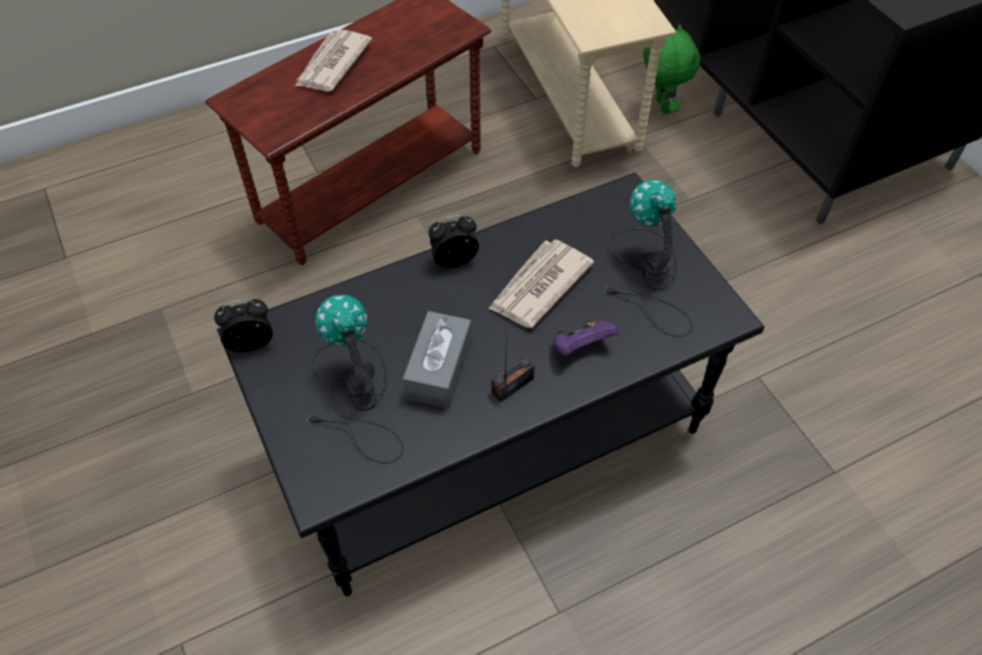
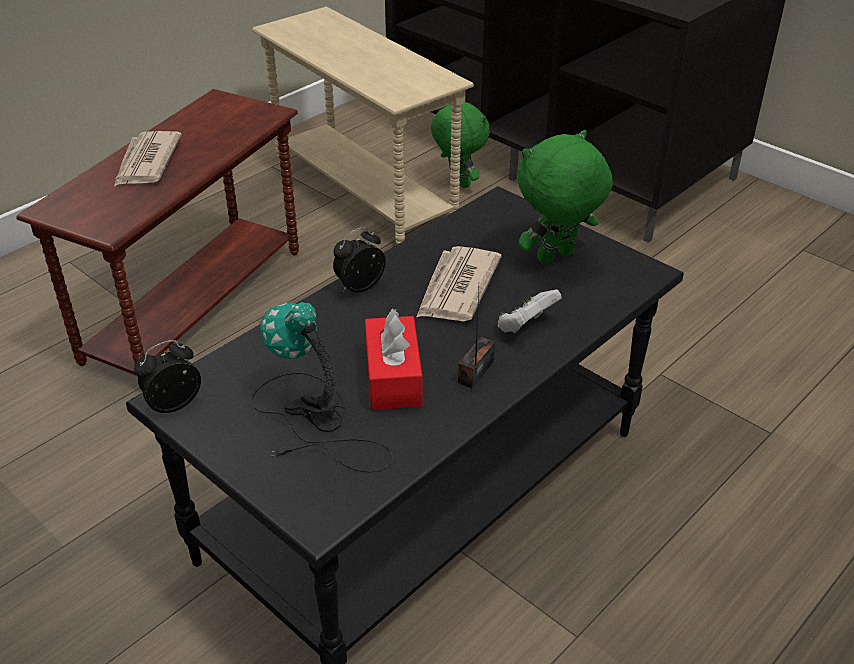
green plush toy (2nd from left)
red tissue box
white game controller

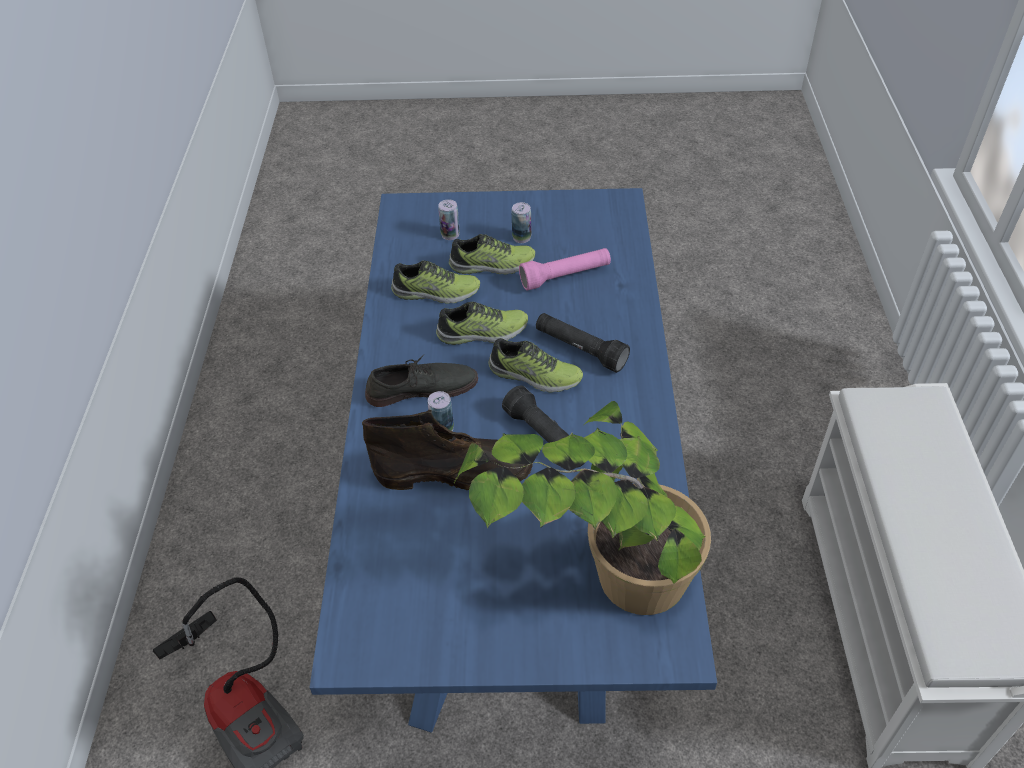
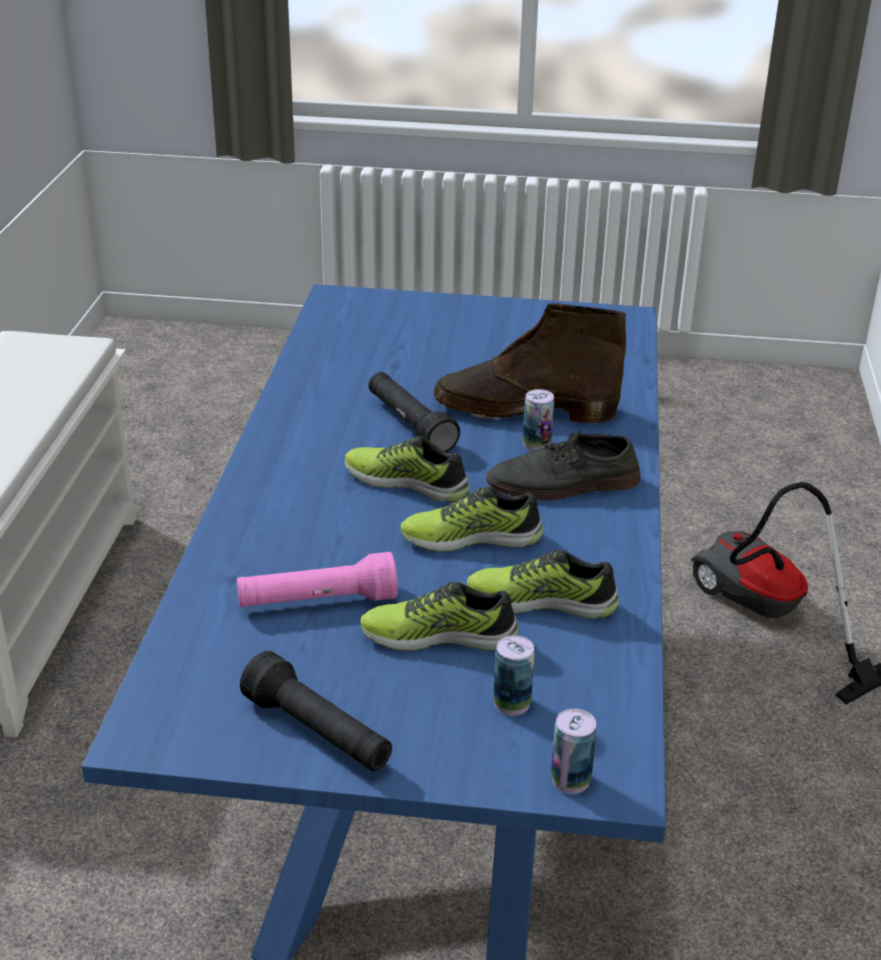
can (3rd from left)
black flashlight (1st from left)
potted plant

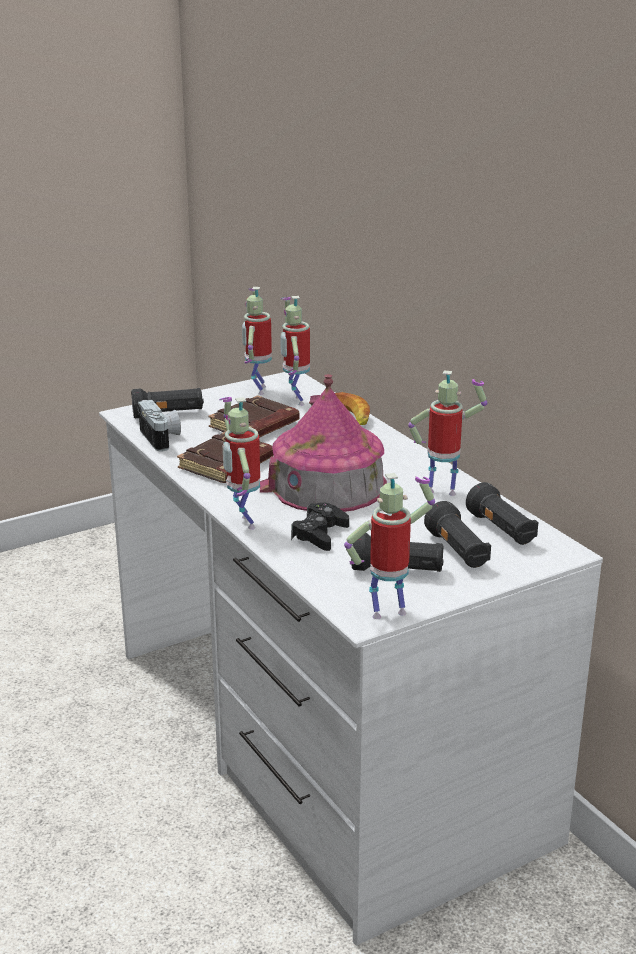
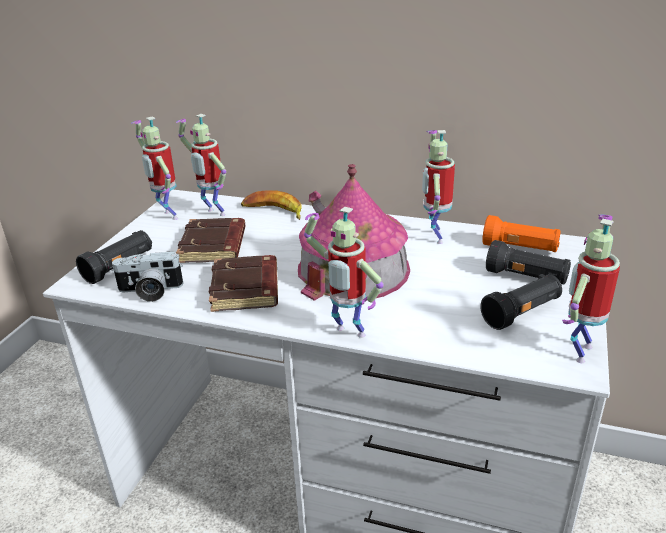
toy robot (4th from left)
photo camera
orange flashlight
black game controller

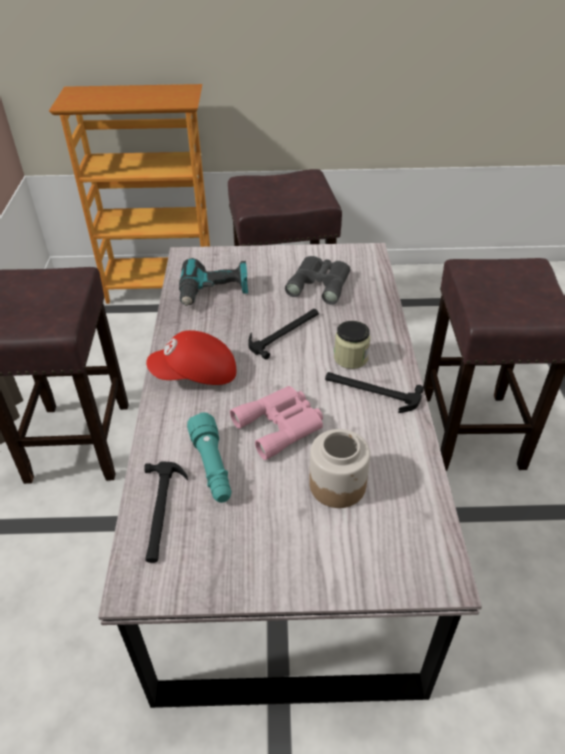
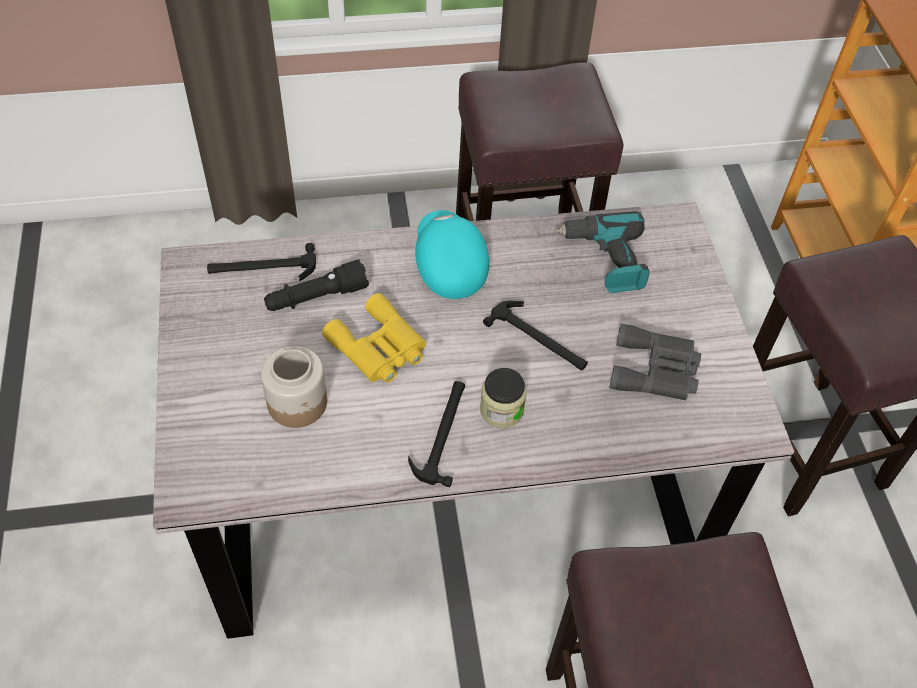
turquoise cap
yellow binoculars
black flashlight

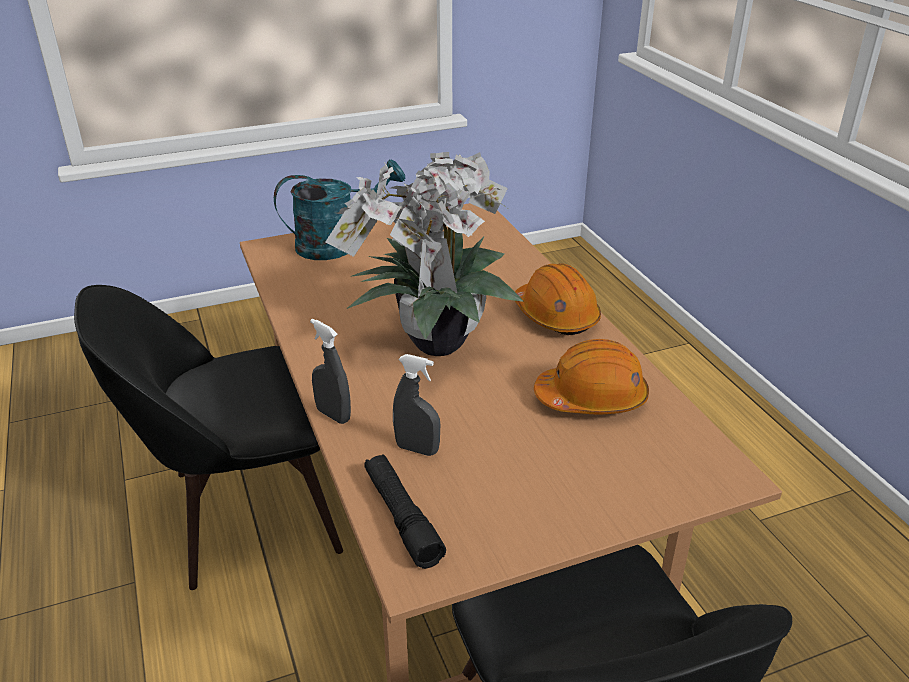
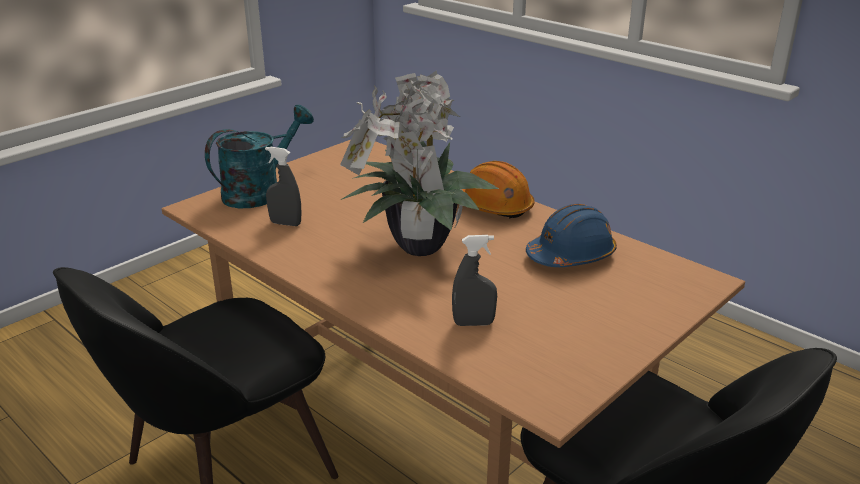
grey spray bottle (1st from left)
blue hard hat
black flashlight

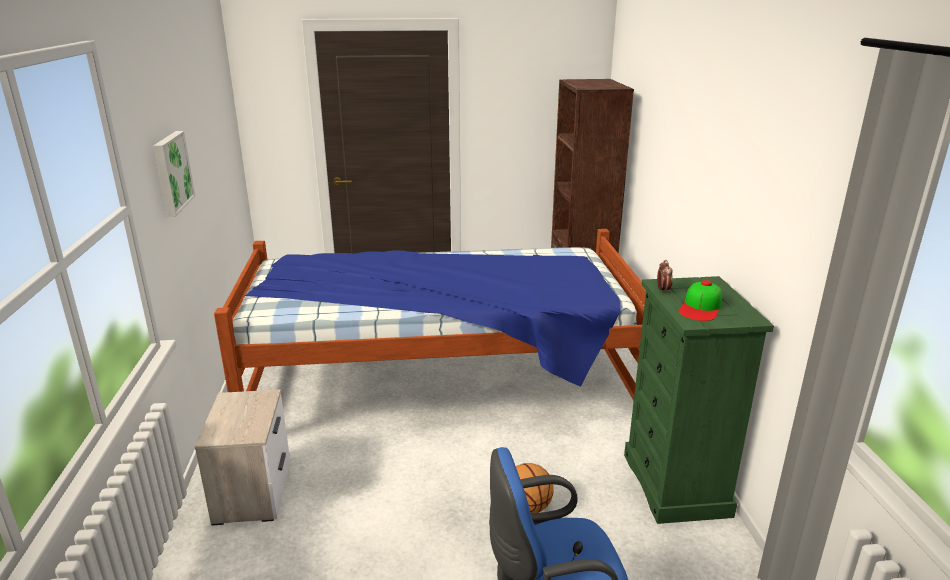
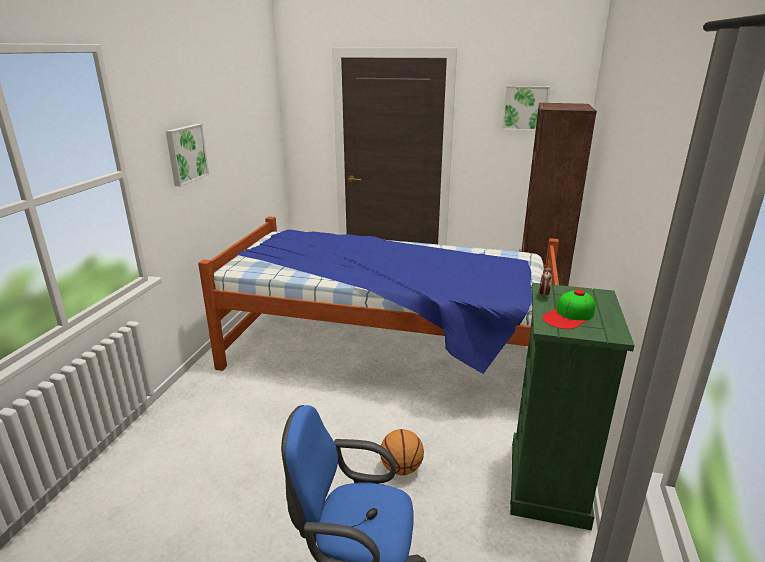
nightstand
picture (2nd from left)

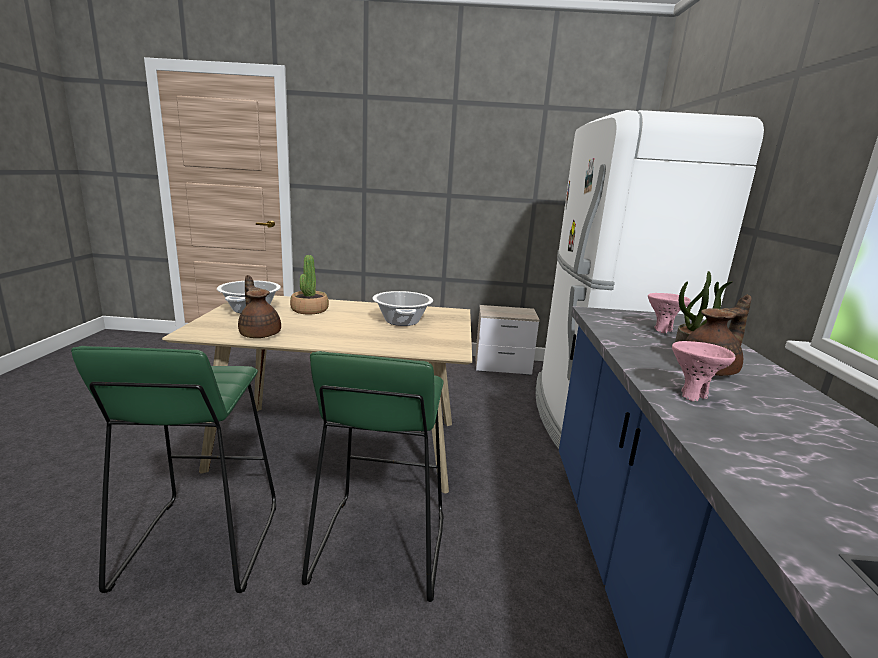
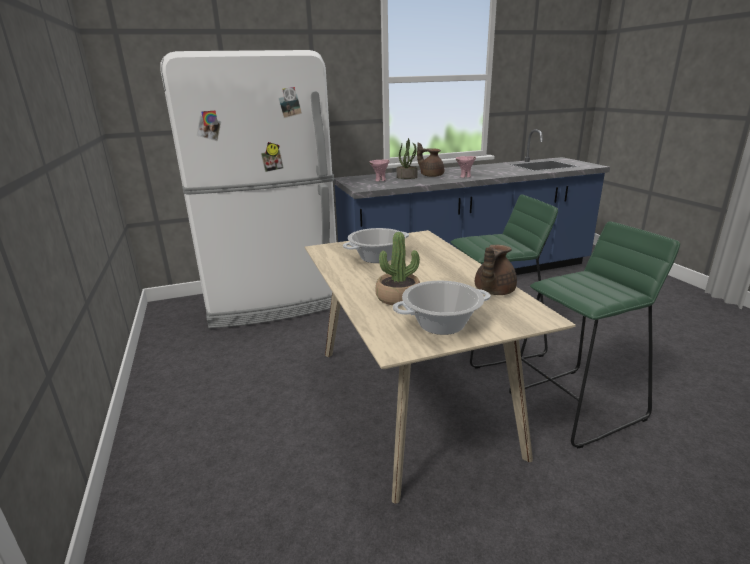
nightstand

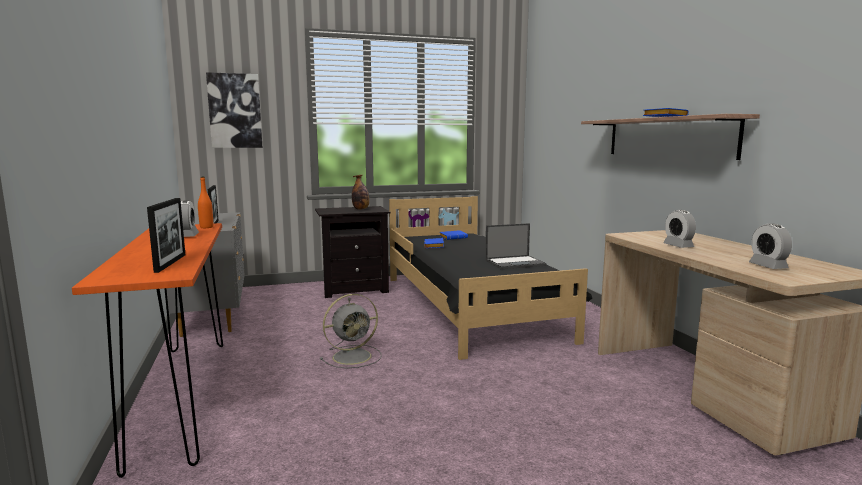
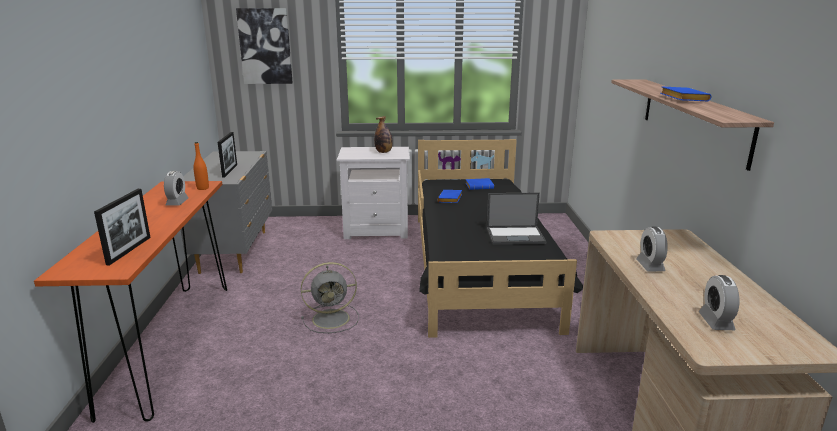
white nightstand

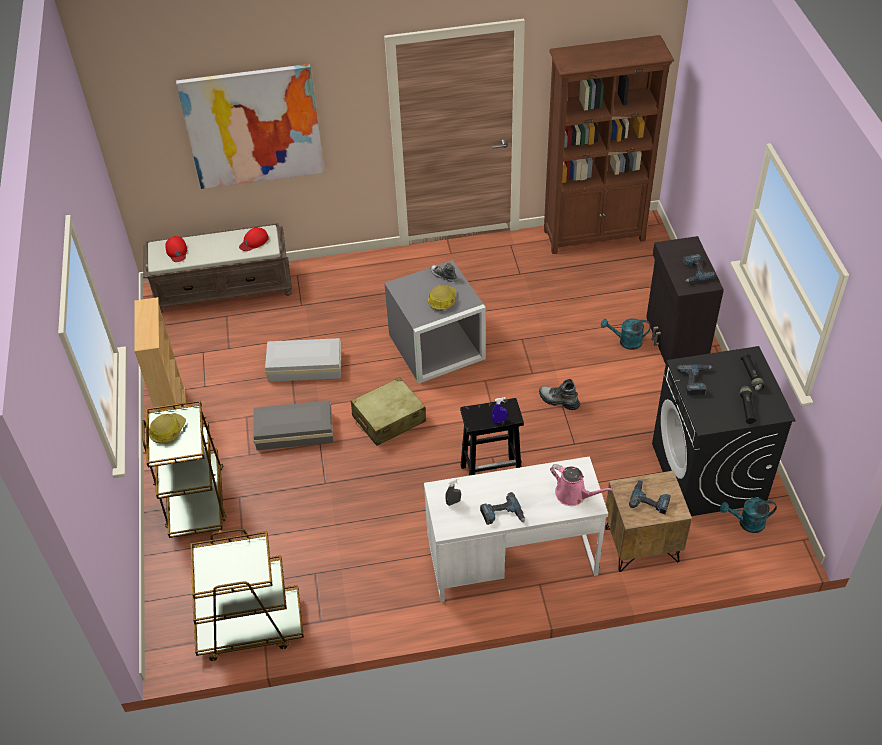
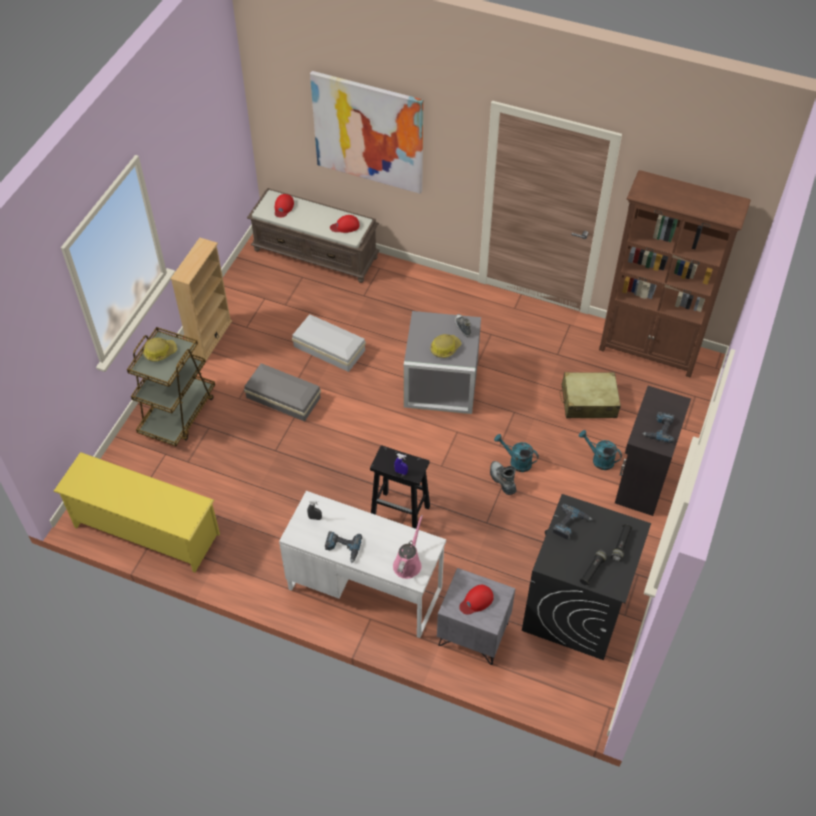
beige suitcase
pink watering can
grey nightstand
red cap (3rd from left)
turquoise watering can (1st from left)
yellow shoe rack

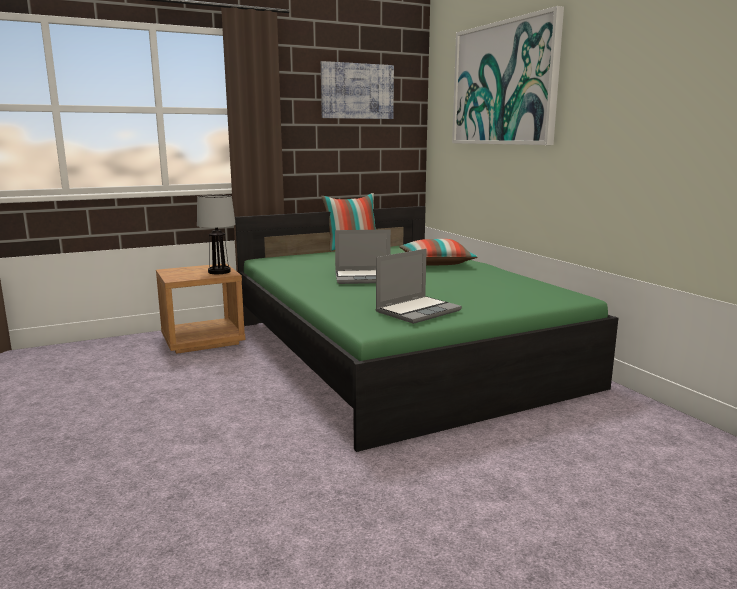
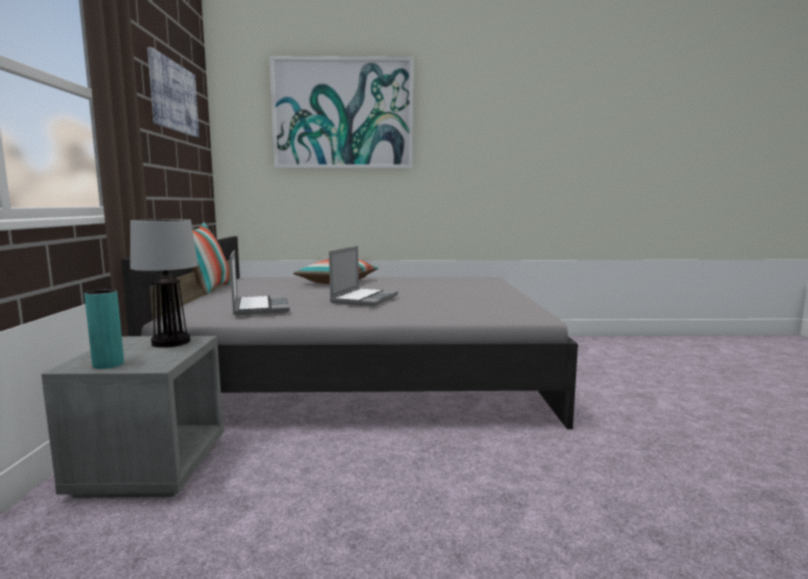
grey bed
laptop (1st from left)
grey nightstand
turquoise vase

